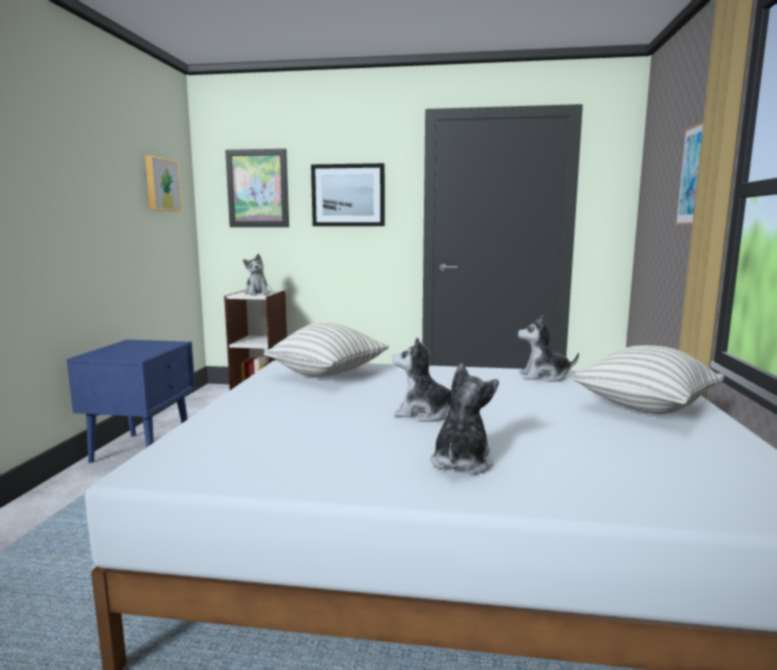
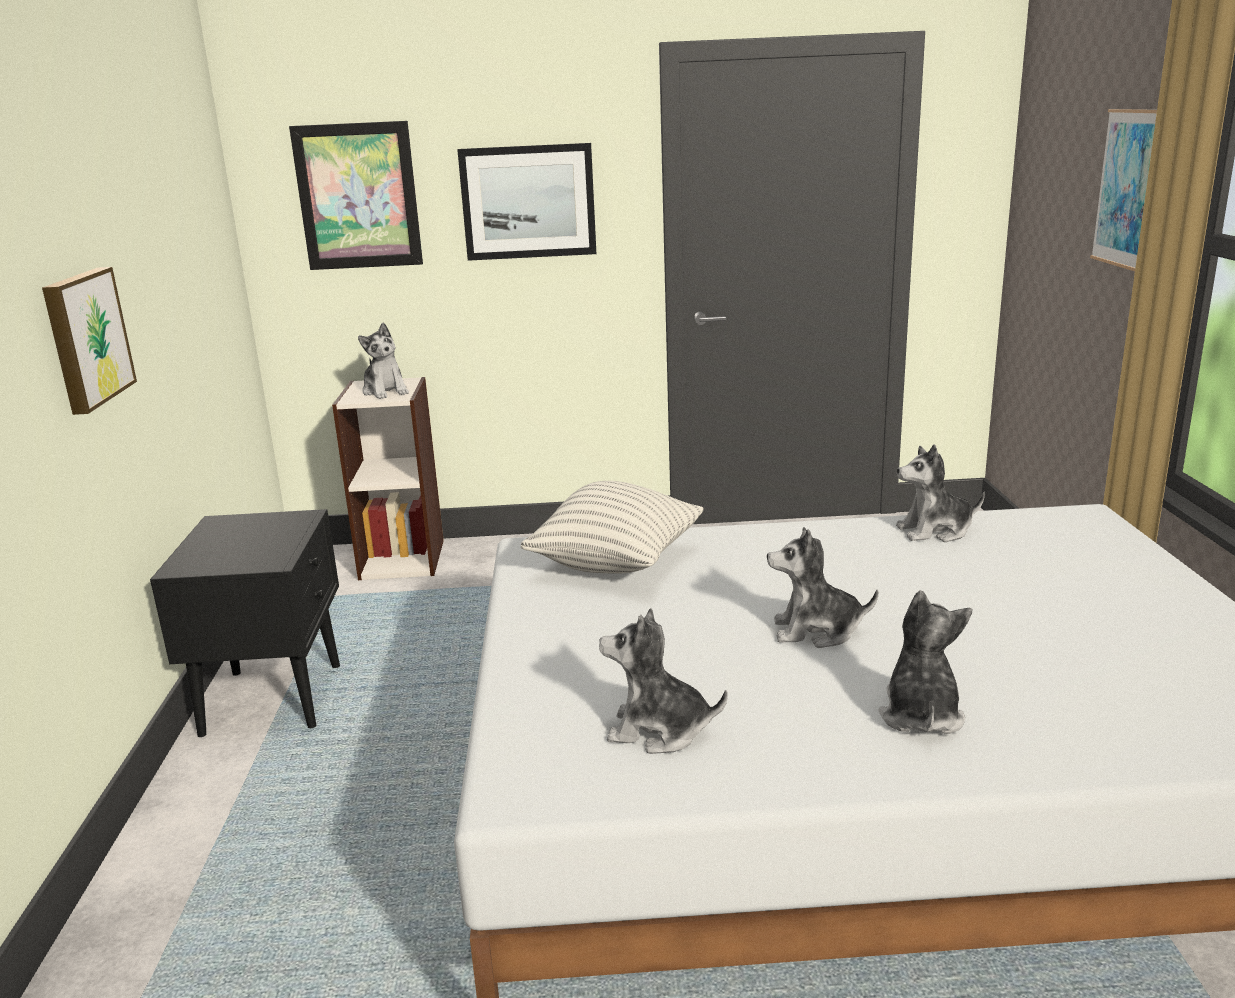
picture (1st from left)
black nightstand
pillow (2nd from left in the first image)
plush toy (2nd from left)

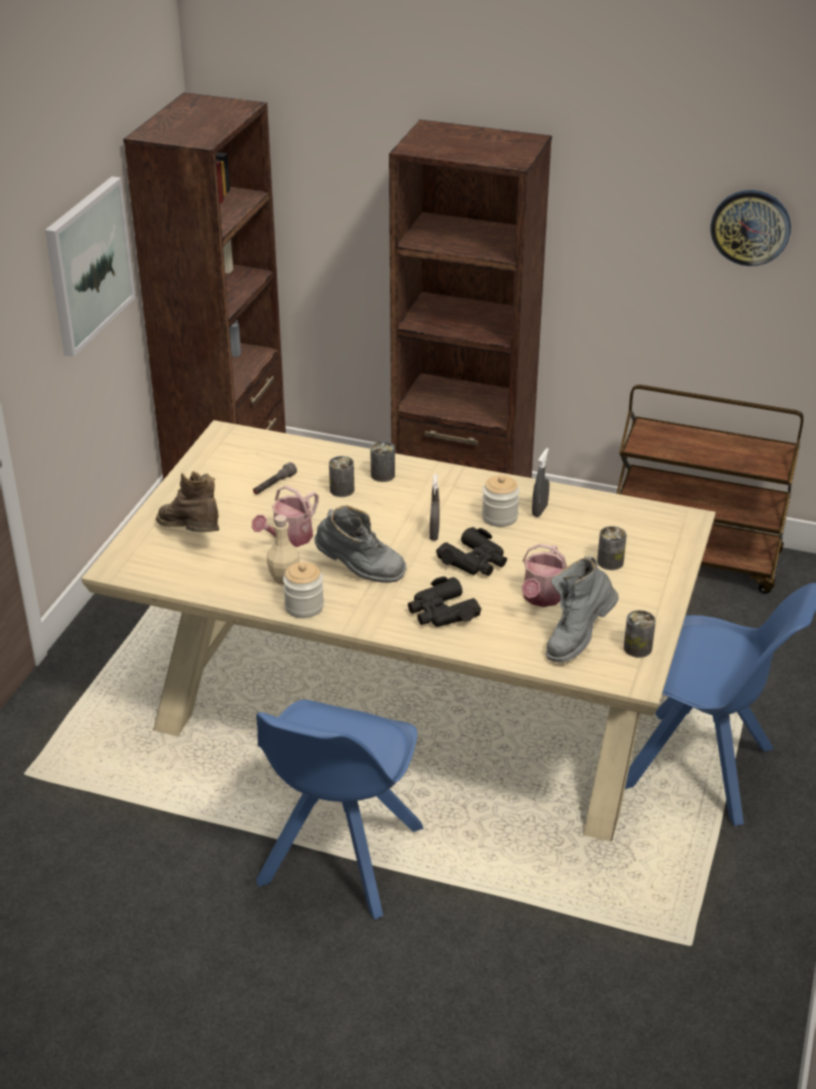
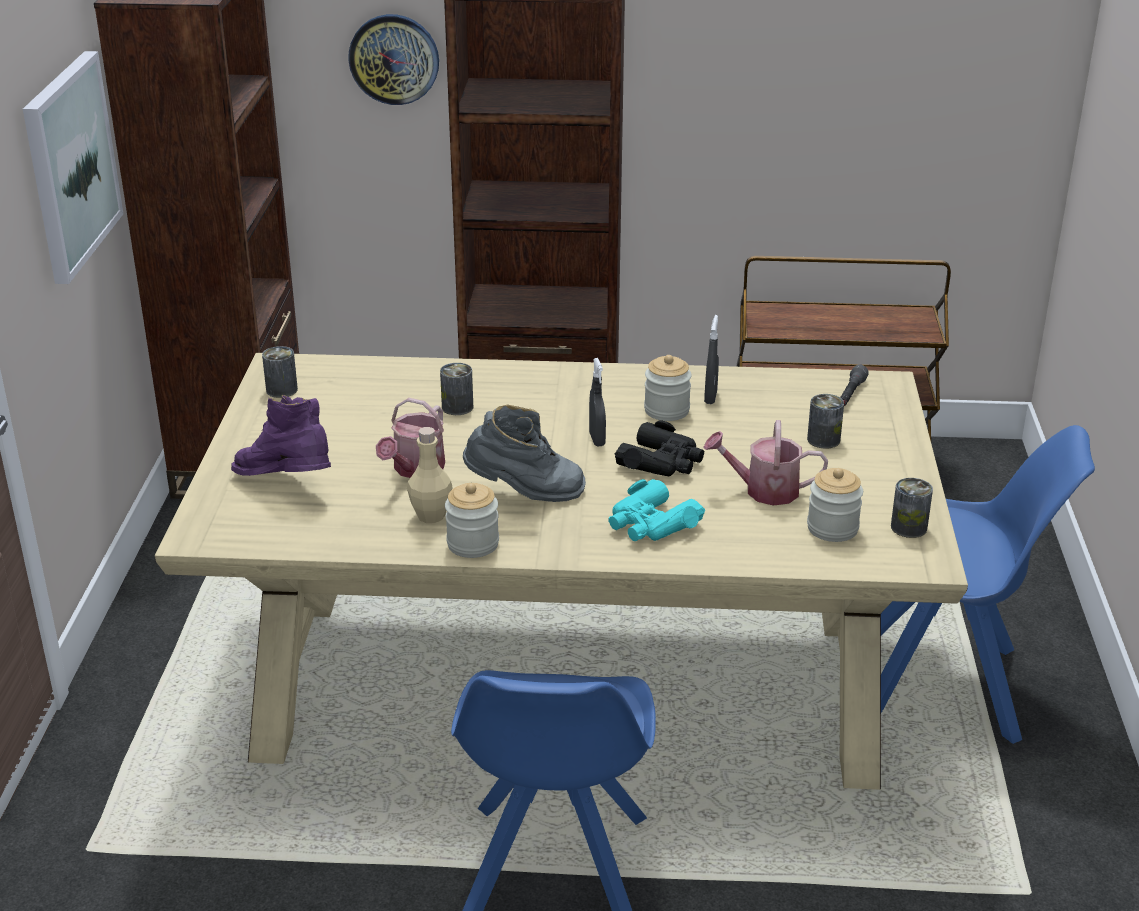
wall clock
can (1st from left)
grey flashlight
purple boot
watering can (2nd from left)
jar (3rd from left)
turquoise binoculars

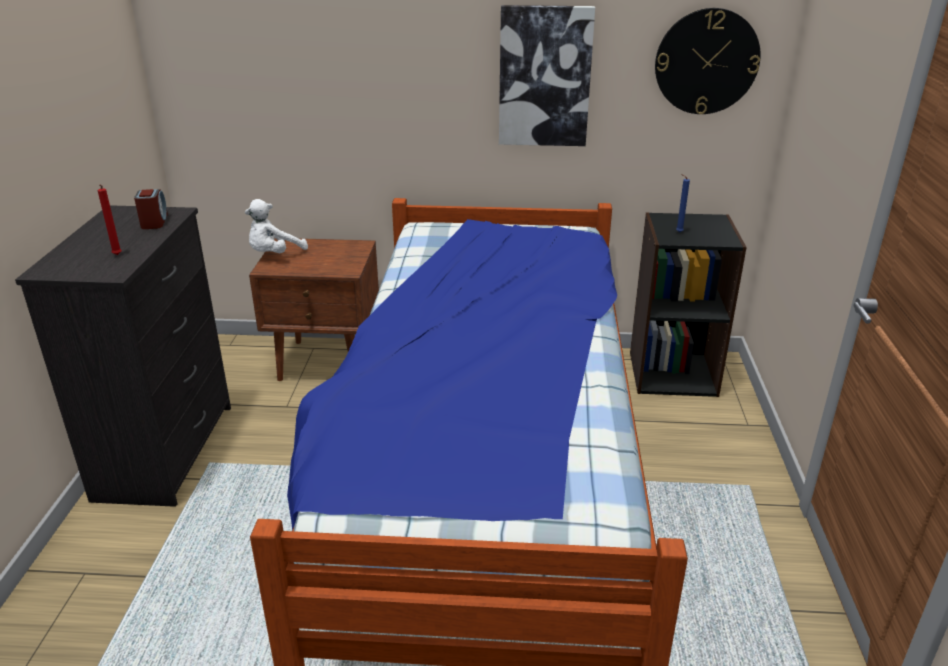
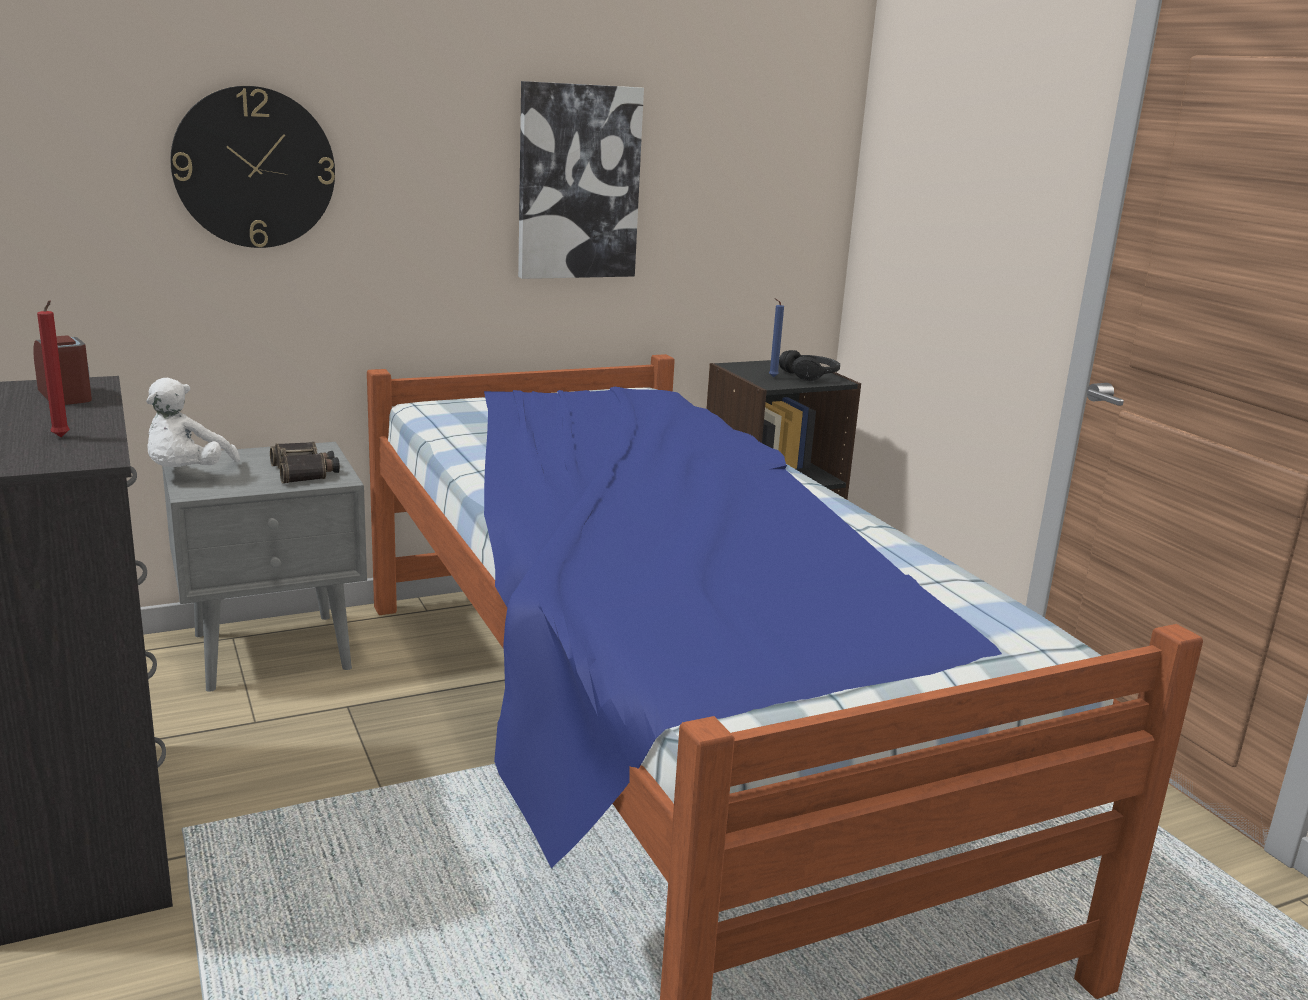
wall clock
grey nightstand
black headphones
binoculars

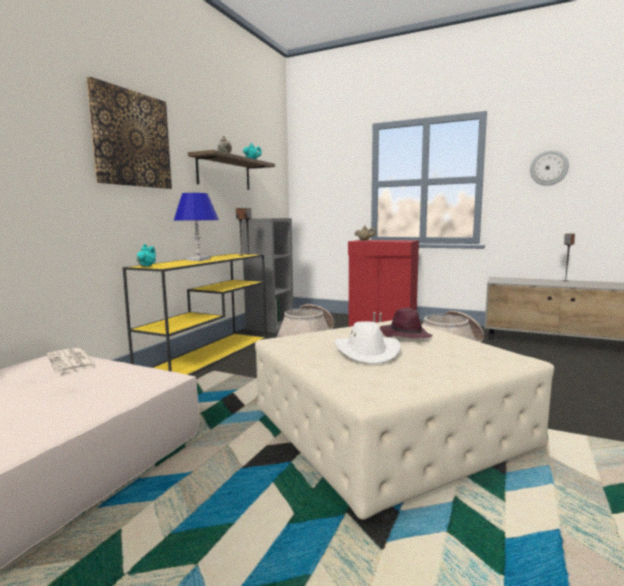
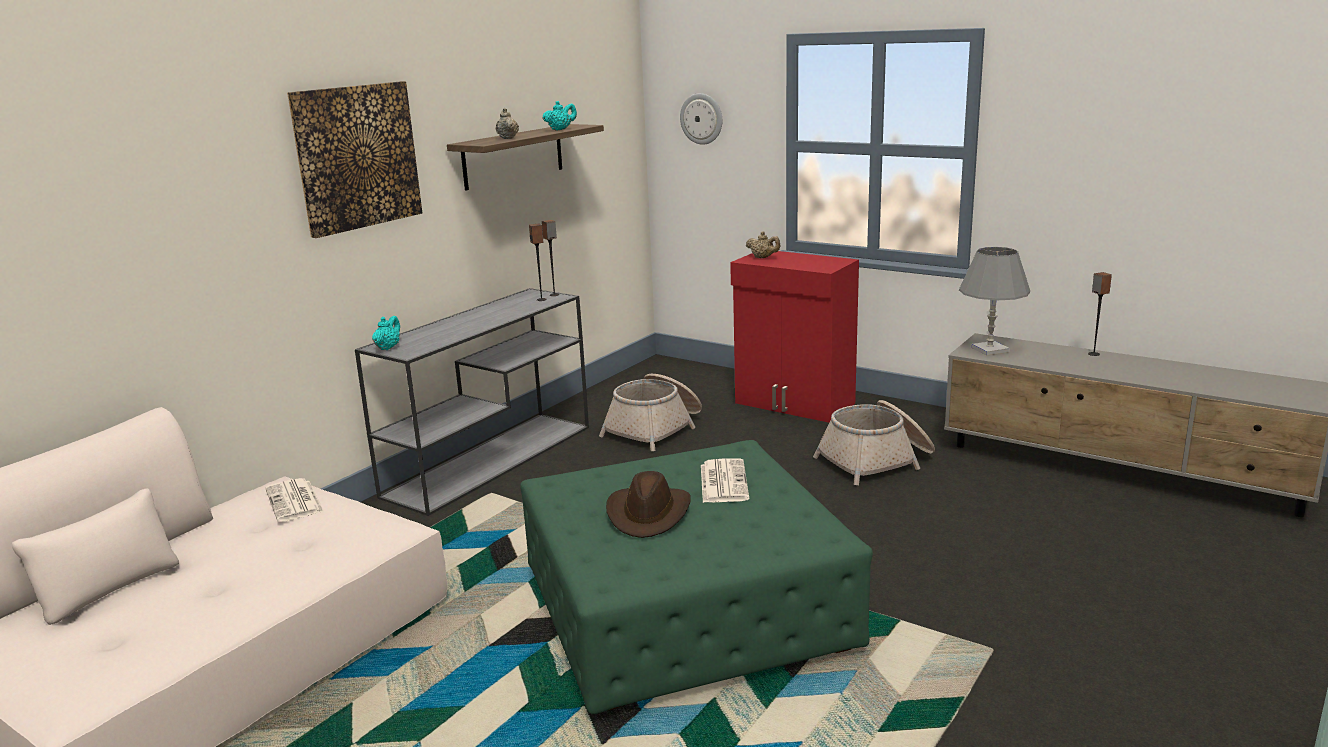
wall clock
blue table lamp
grey bookcase
grey console table
newspaper (2nd from left)
green ottoman
brown hat
grey table lamp

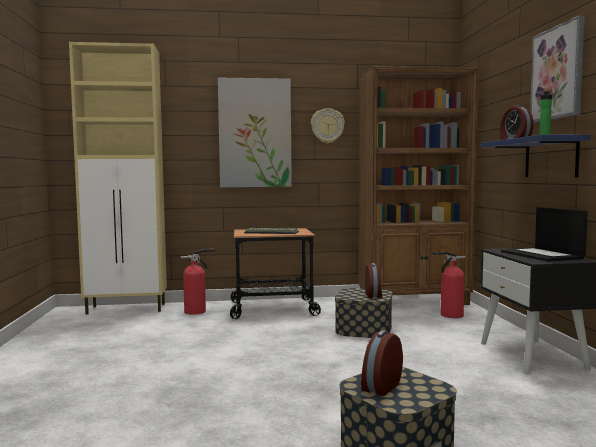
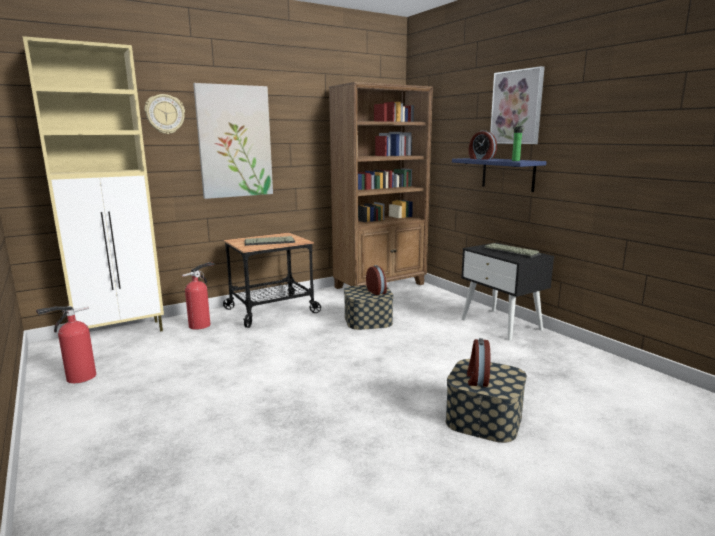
wall clock
keyboard (2nd from left)
fire extinguisher (1st from left)

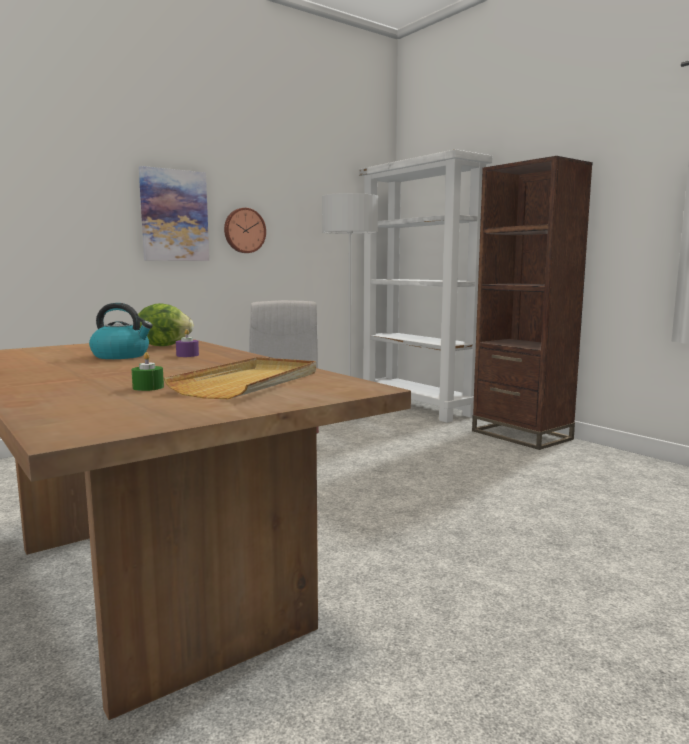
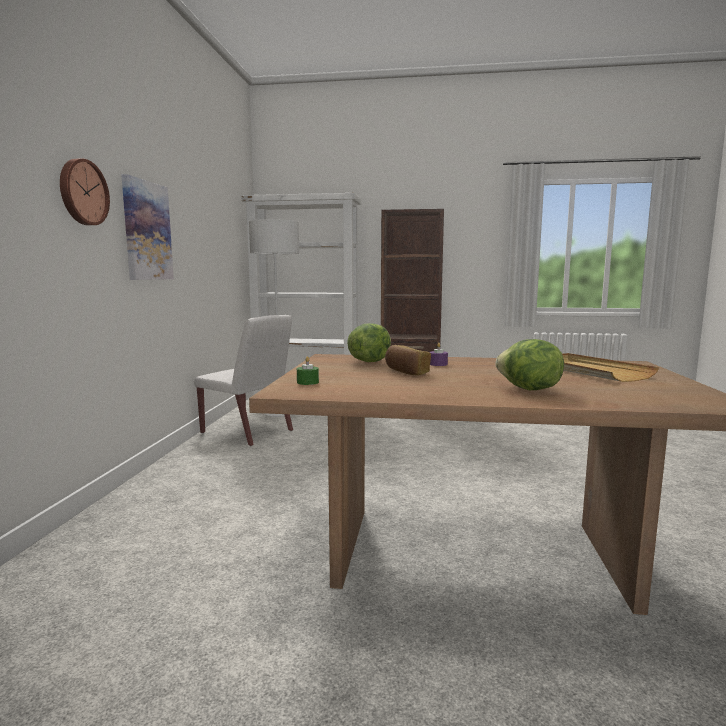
wall clock
bread
green candle
lettuce (2nd from left)

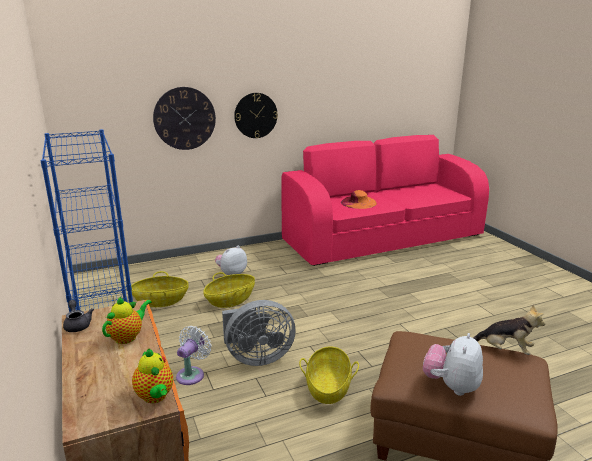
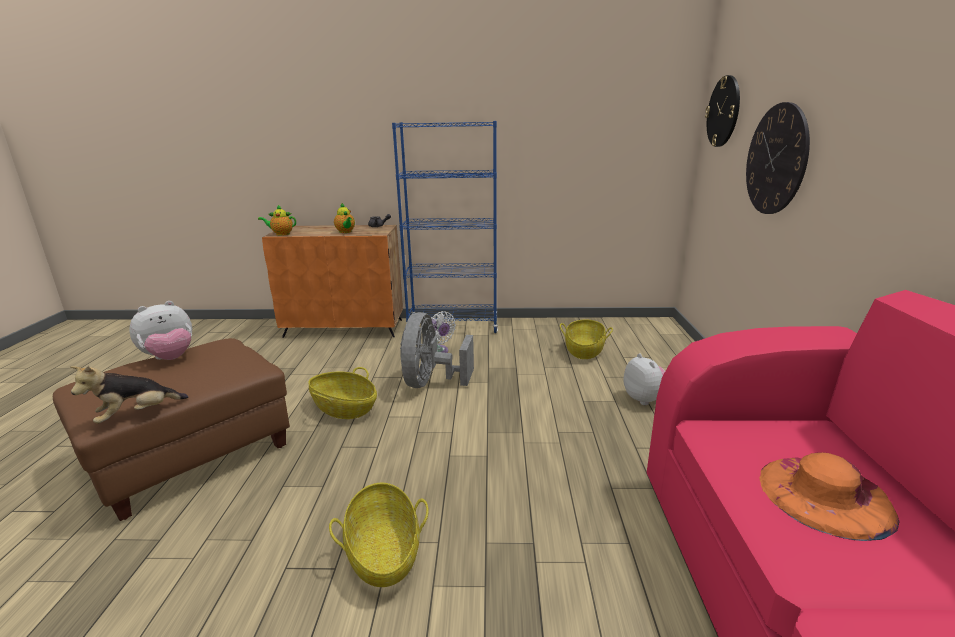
wall clock (1st from left)
basket (2nd from left)
plush toy (2nd from left)

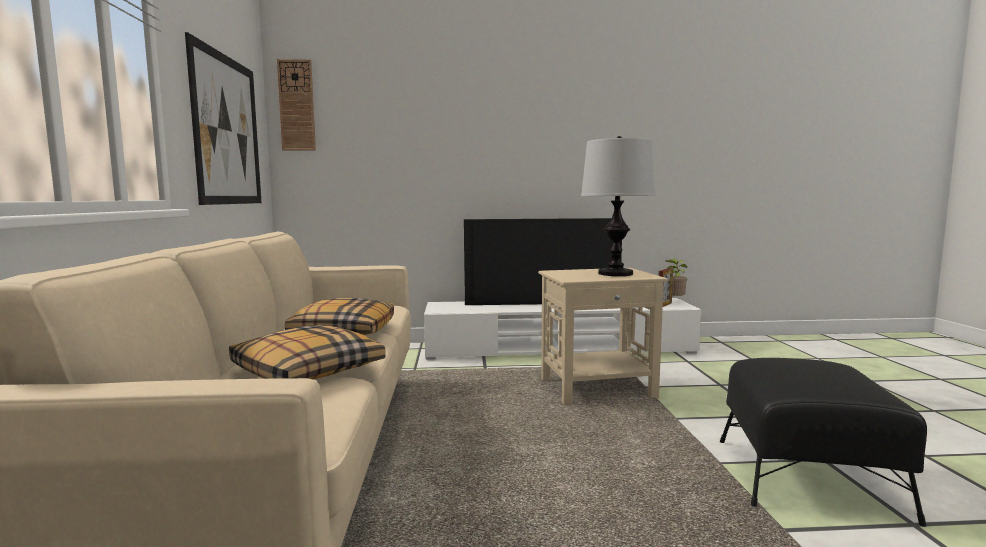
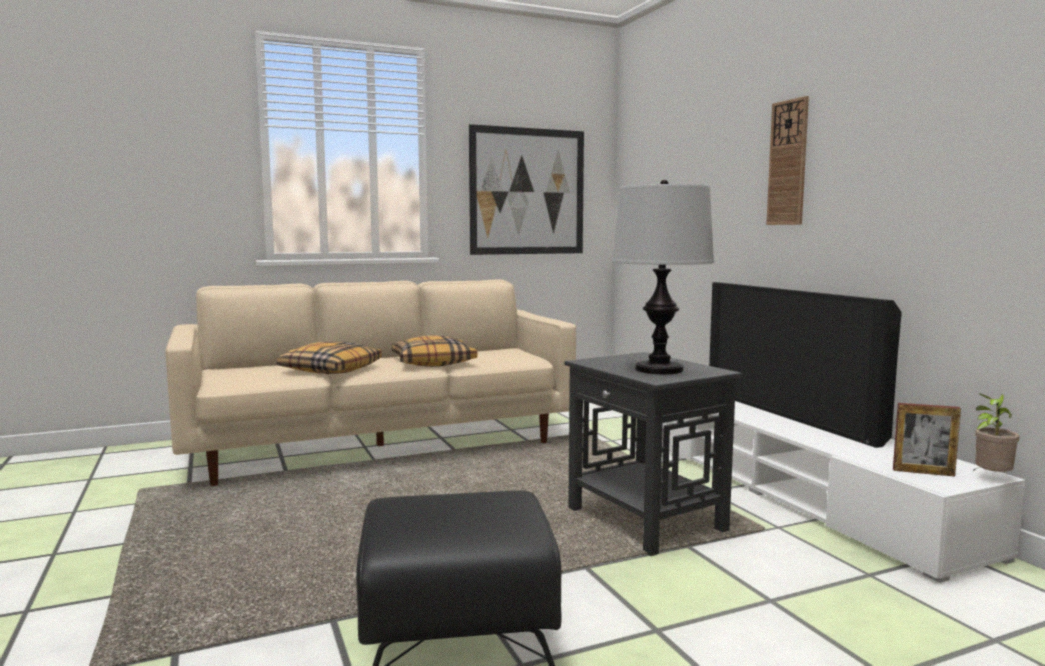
wall clock
black side table

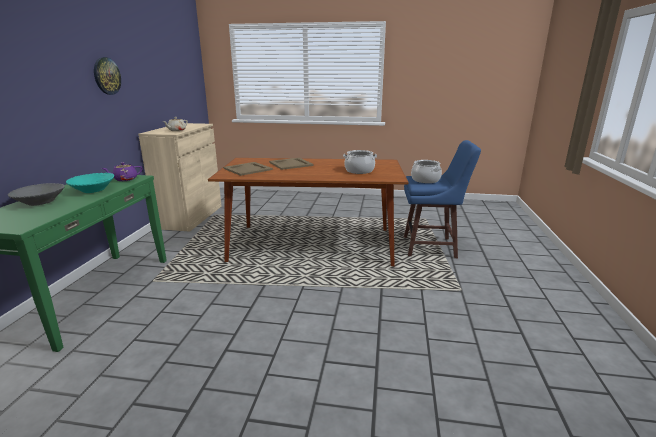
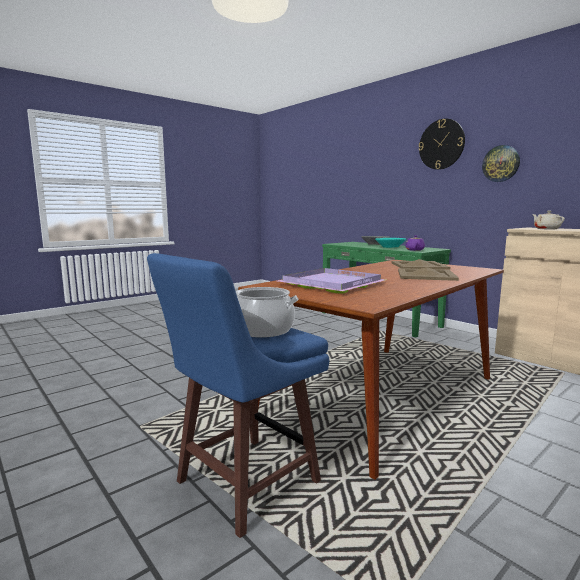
purple tray
wall clock (1st from left)

